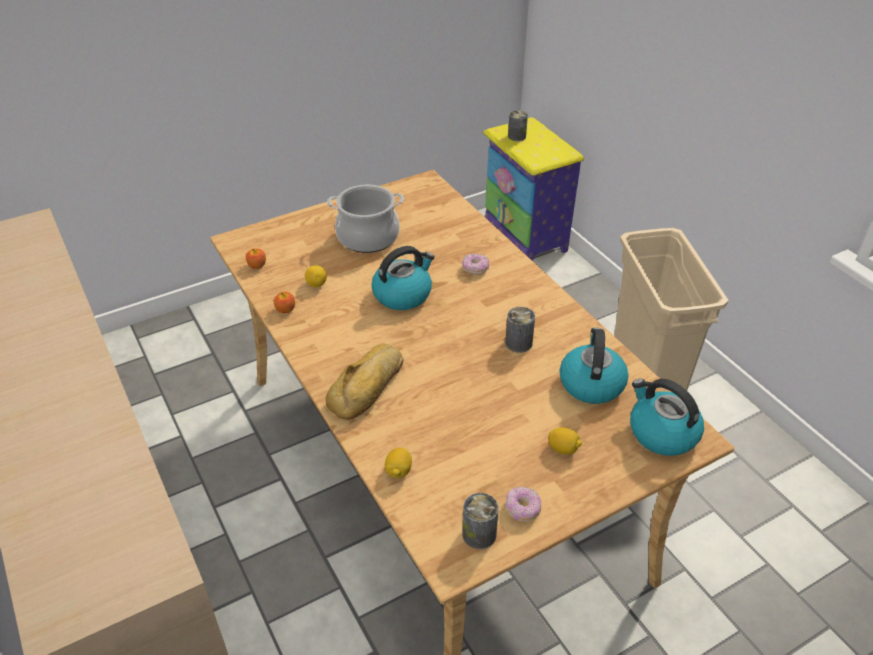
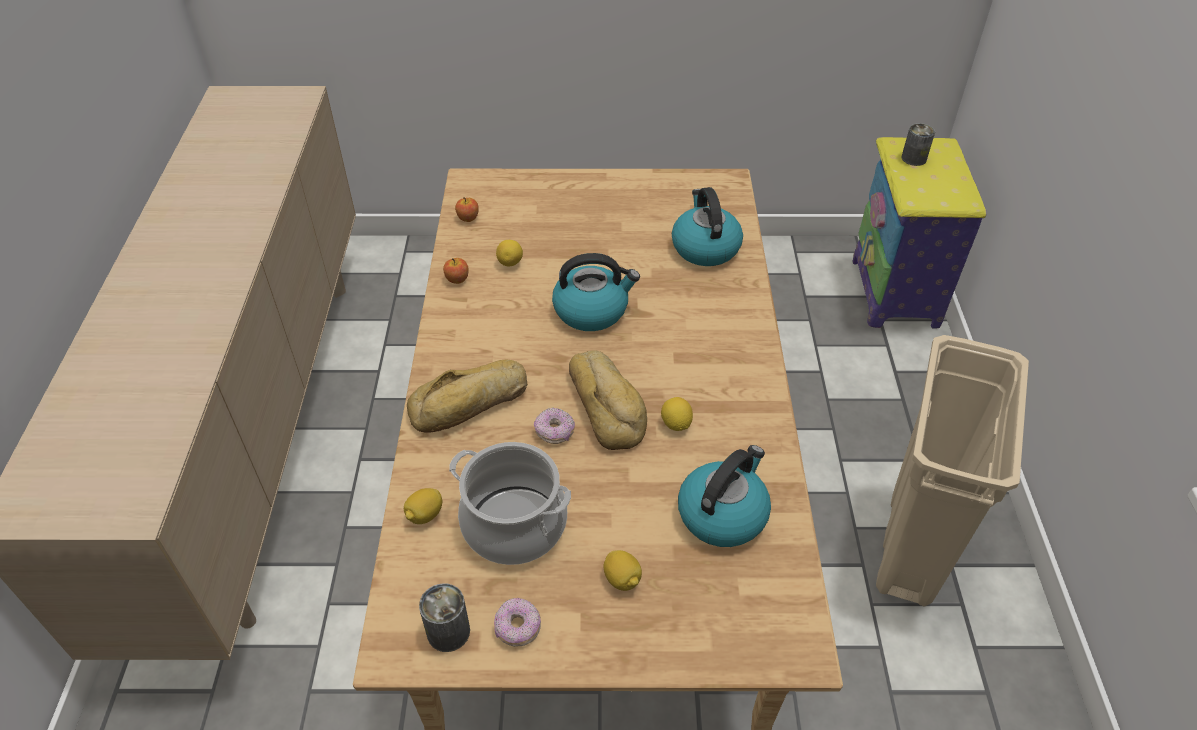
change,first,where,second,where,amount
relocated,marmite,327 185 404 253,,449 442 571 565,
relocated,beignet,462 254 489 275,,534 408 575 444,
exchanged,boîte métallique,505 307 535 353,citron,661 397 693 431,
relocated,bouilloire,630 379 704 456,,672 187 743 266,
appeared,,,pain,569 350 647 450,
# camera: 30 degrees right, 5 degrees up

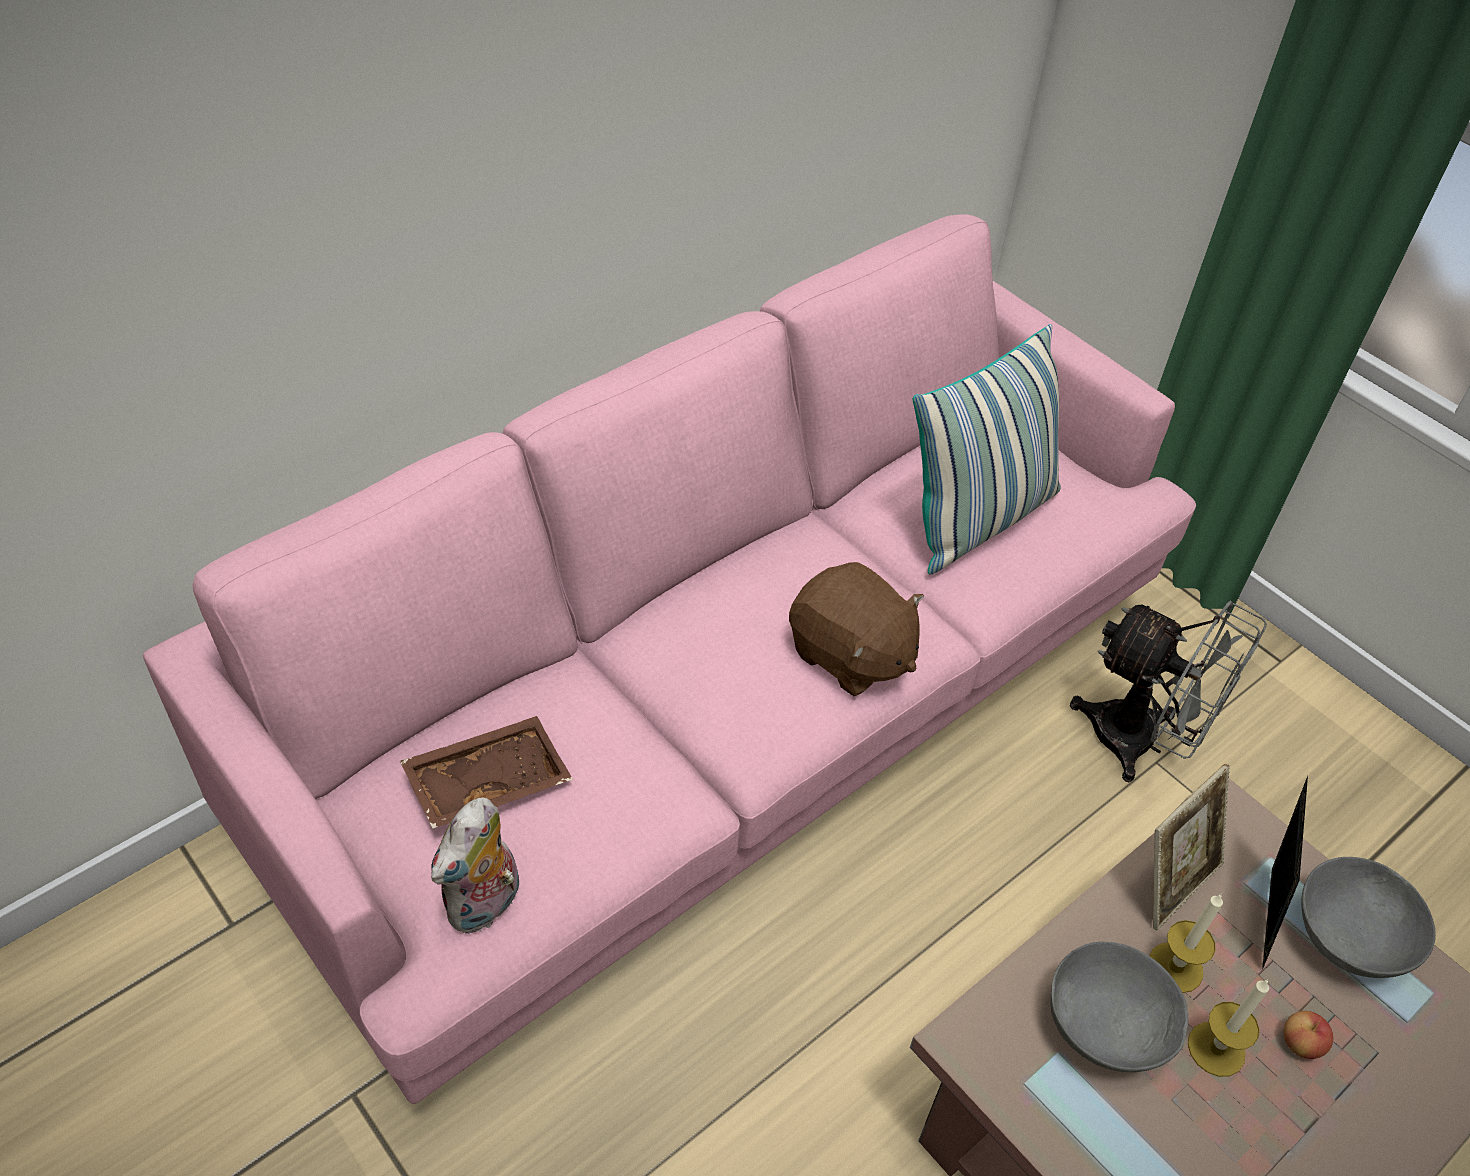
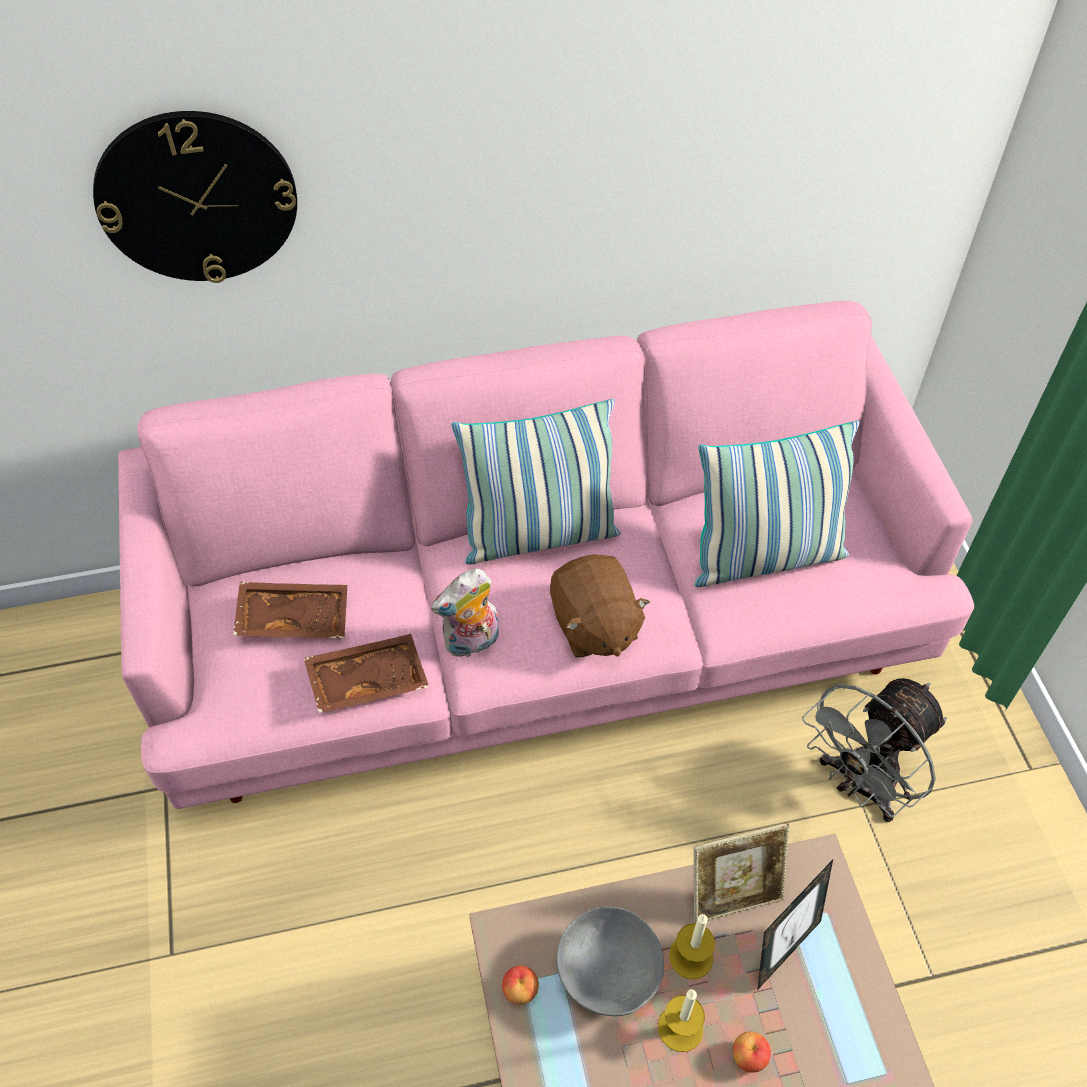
change,first,where,second,where,amount
spun,ventilateur (gris),1070 601 1267 782,,802 678 947 822,75 degrees clockwise
relocated,peluche,431 798 519 934,,431 569 499 659,
missing,bol (gris),1301 857 1436 978,,,
appeared,,,horloge murale,93 111 297 283,
appeared,,,coussin,451 399 621 564,
appeared,,,plateau (marron),304 634 429 713,
appeared,,,pomme,502 966 539 1005,
# camera: 30 degrees right, 5 degrees up

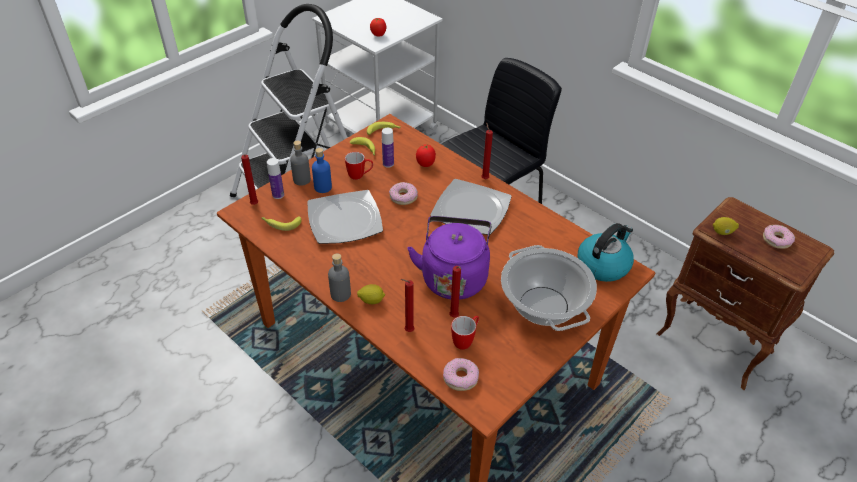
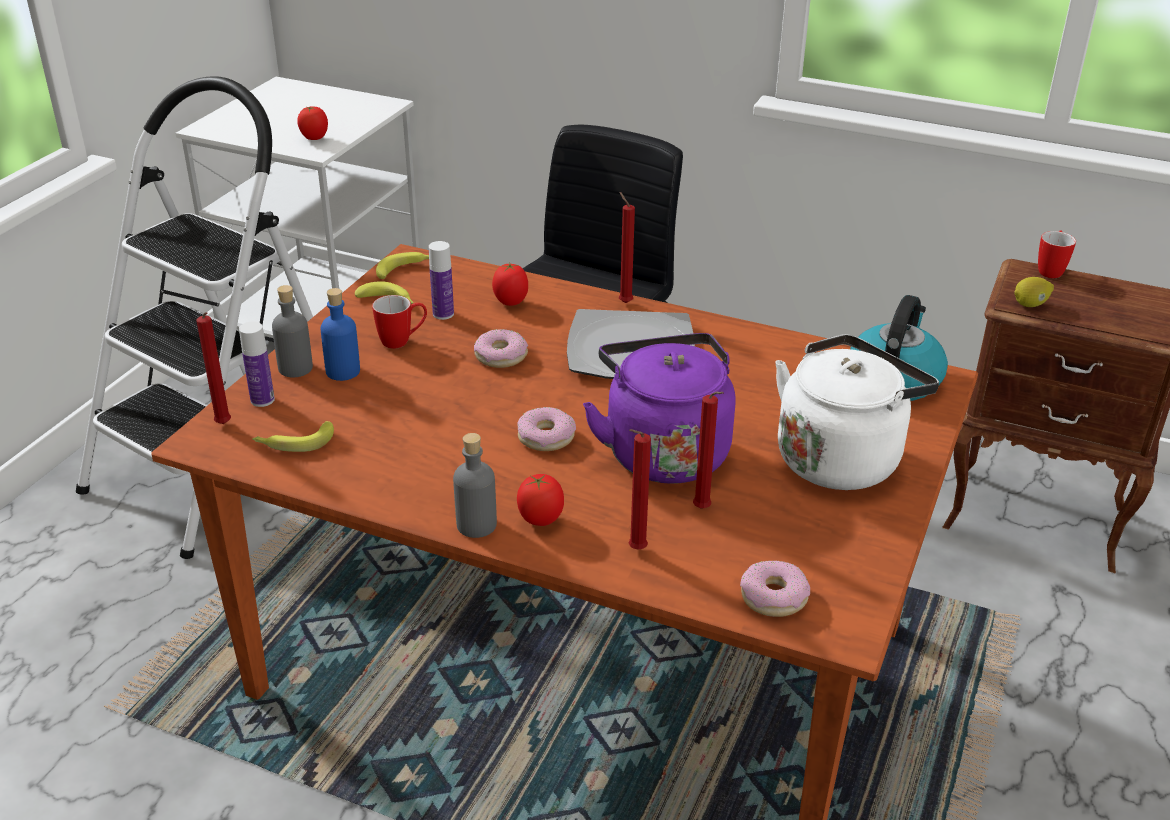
change,first,where,second,where,amount
missing,assiette,307 190 383 244,,,
relocated,beignet,763 225 795 249,,518 407 576 451,
exchanged,marmite,501 245 597 331,bouilloire (blanc),775 334 939 490,
exchanged,citron,357 284 385 304,tomate,517 474 564 526,
relocated,mug,451 316 479 350,,1038 231 1076 278,
# camera: 20 degrees left, 10 degrees down

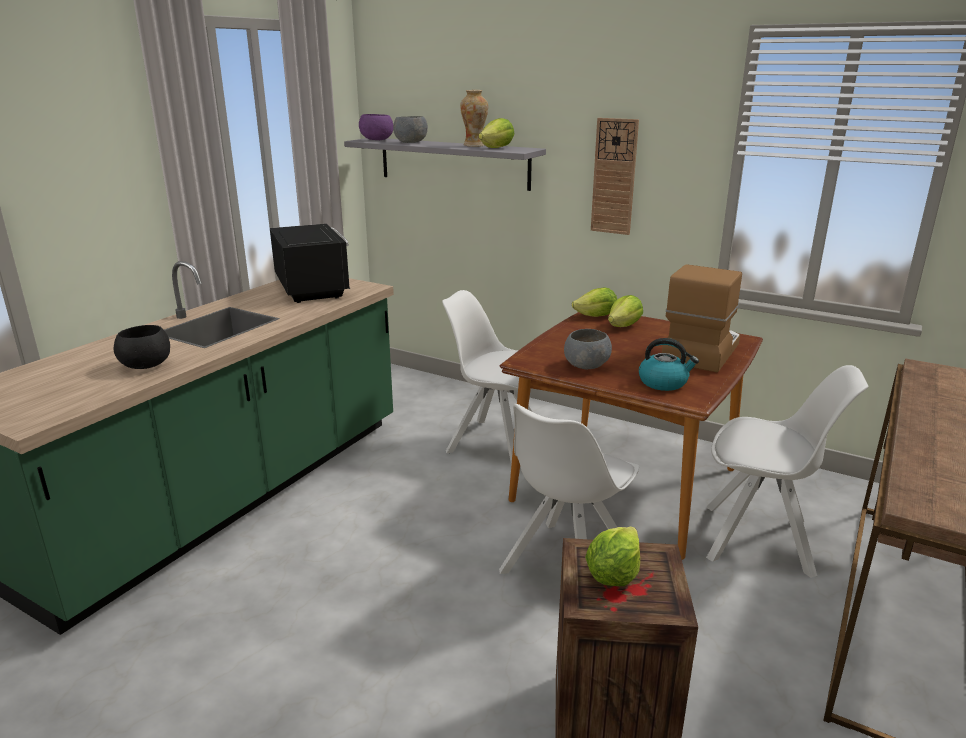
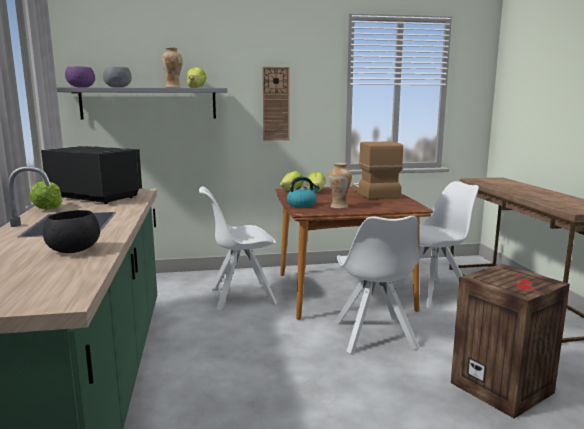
change,first,where,second,where,amount
exchanged,bol (gris),564 329 612 369,vase,328 163 352 209,
relocated,bouilloire,639 338 699 391,,287 177 320 208,
relocated,laitue,585 527 640 586,,29 181 62 209,
# camera: 40 degrees left, 10 degrees down

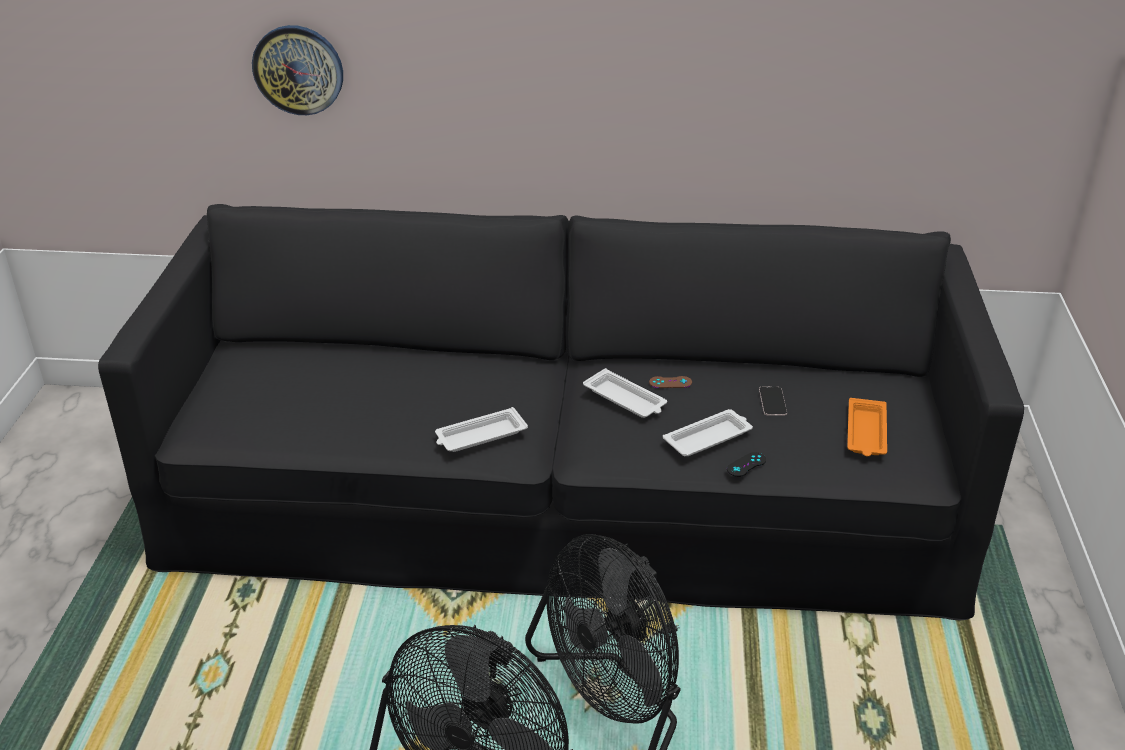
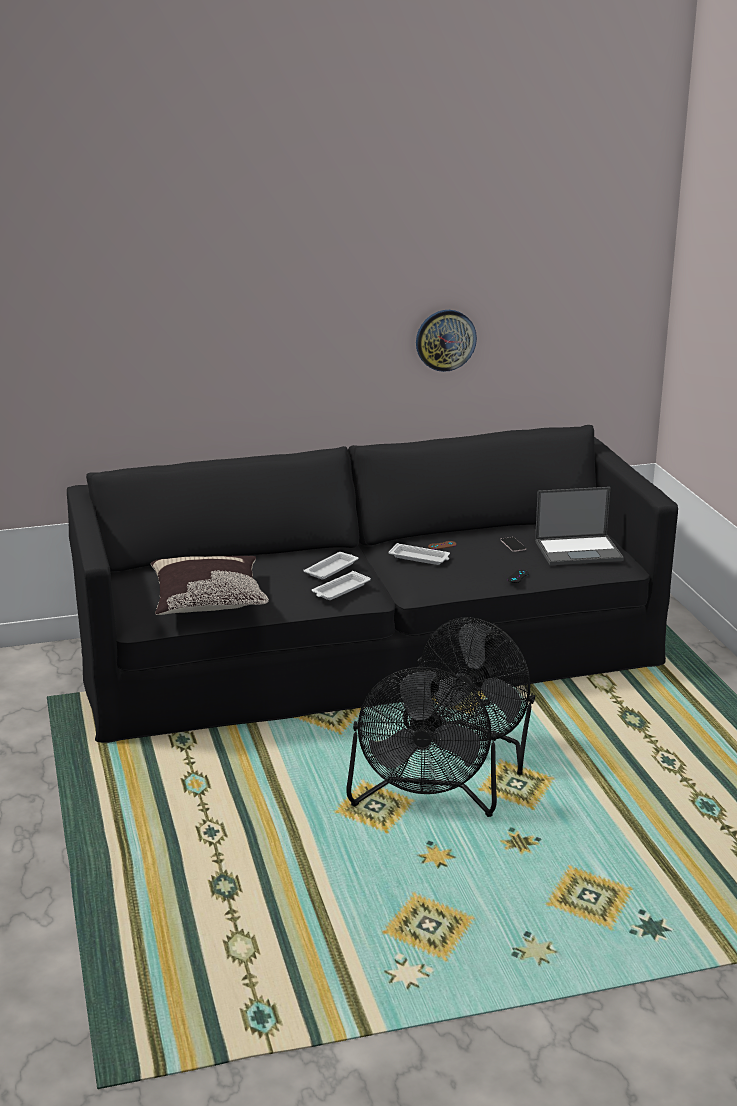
change,first,where,second,where,amount
relocated,horloge murale,252 25 343 115,,416 310 477 372,
exchanged,plateau (orange),847 398 887 456,ordinateur portable,535 487 624 565,
relocated,plateau (blanc),663 409 753 456,,304 552 358 579,
appeared,,,coussin,151 556 269 615,
# camera: 20 degrees left, 10 degrees down

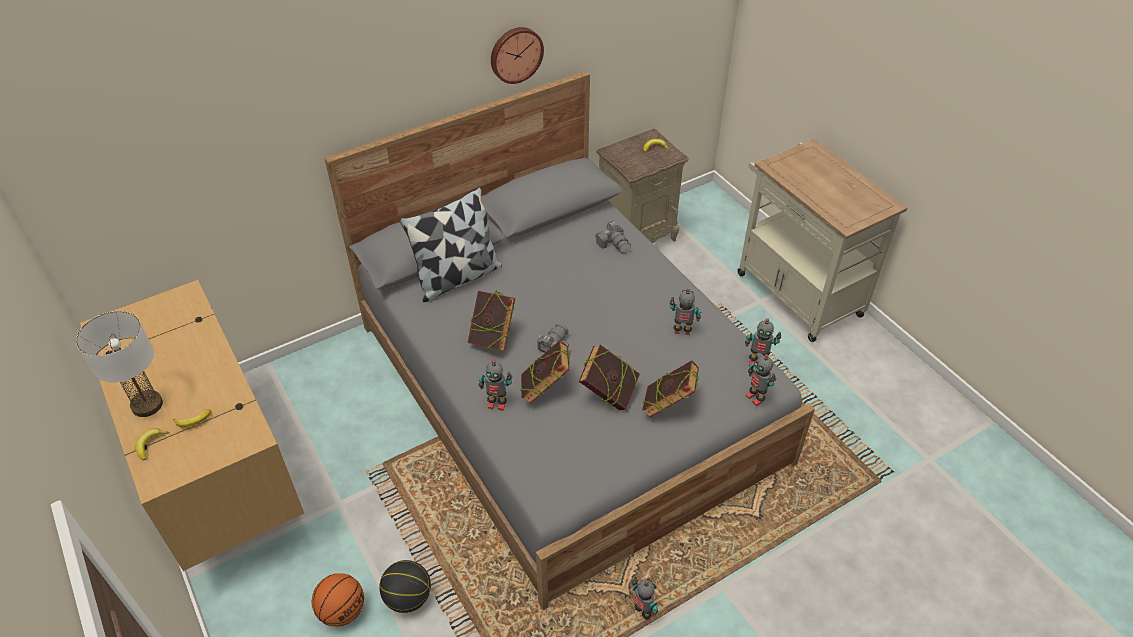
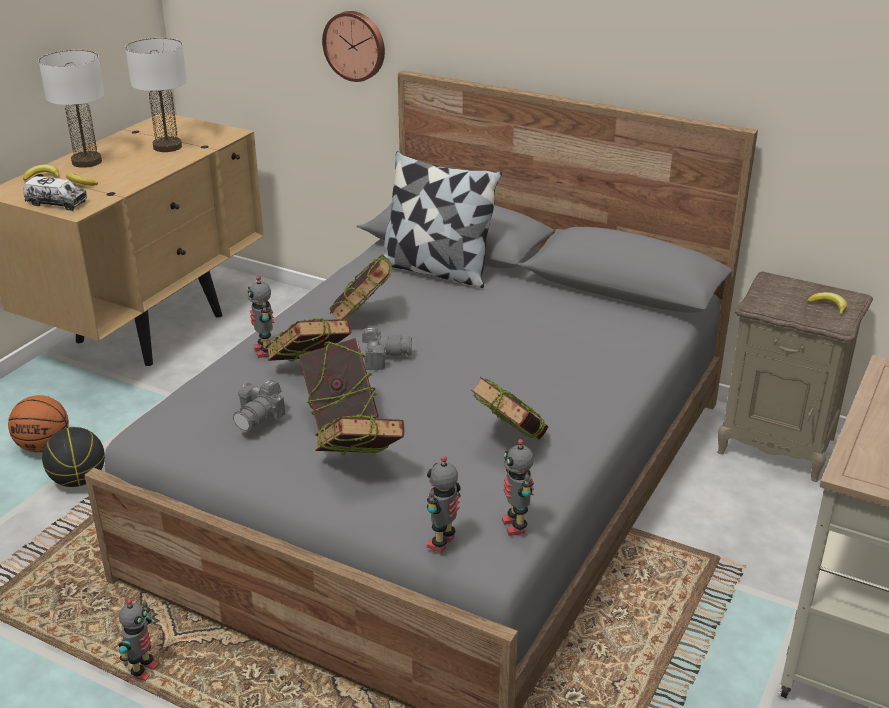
change,first,where,second,where,amount
relocated,horloge murale,491 27 544 84,,322 11 385 82,
relocated,appareil photo,595 221 631 253,,233 380 285 431,
exchanged,robot jouet,669 288 701 335,livre,471 377 548 440,
appeared,,,lampe de table,125 38 187 152,
appeared,,,camion jouet,23 176 87 211,
# camera: 60 degrees right, 15 degrees down

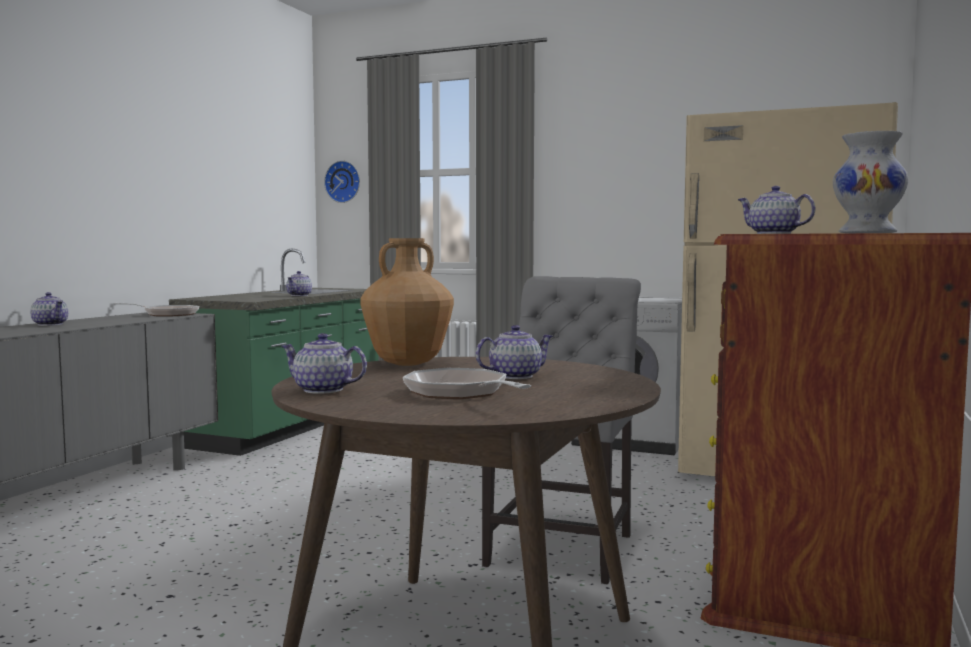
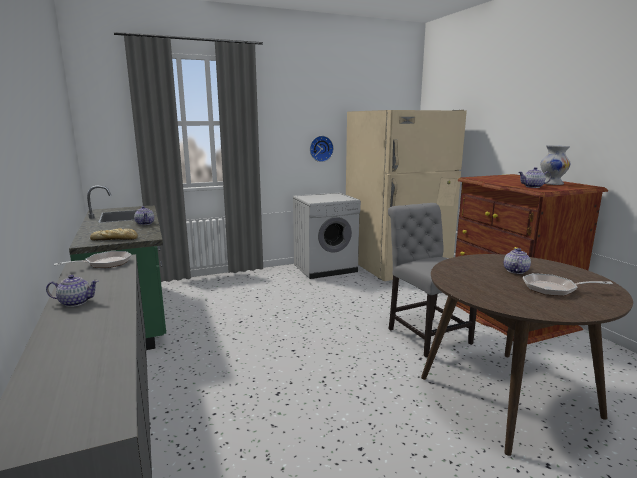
change,first,where,second,where,amount
relocated,horloge murale,324 161 360 203,,310 136 334 162,
missing,vase (marron),360 238 454 366,,,
missing,théière,281 333 367 394,,,
appeared,,,pain,90 229 138 241,
# camera: 45 degrees left, 10 degrees up

